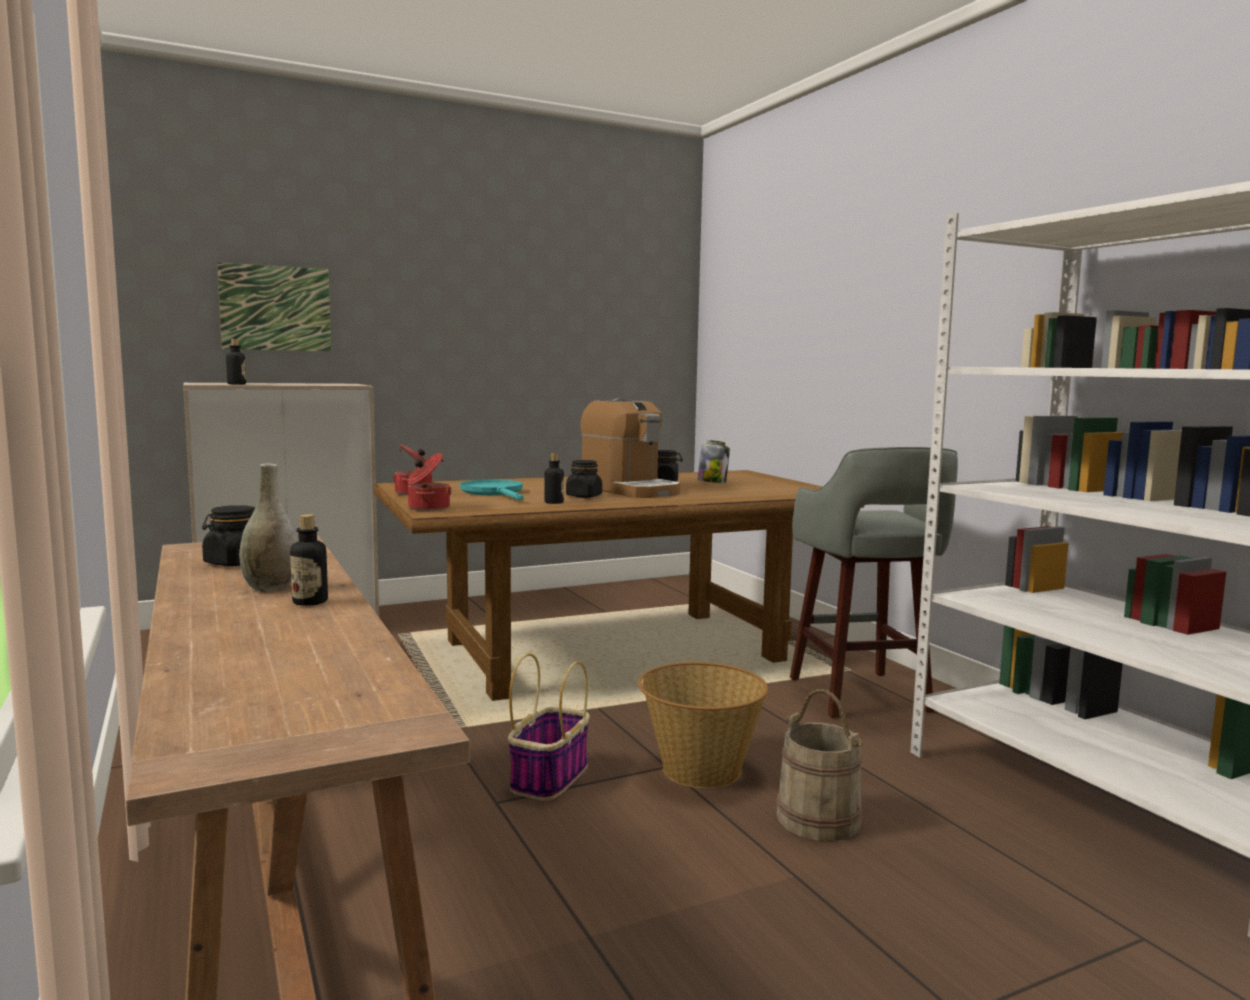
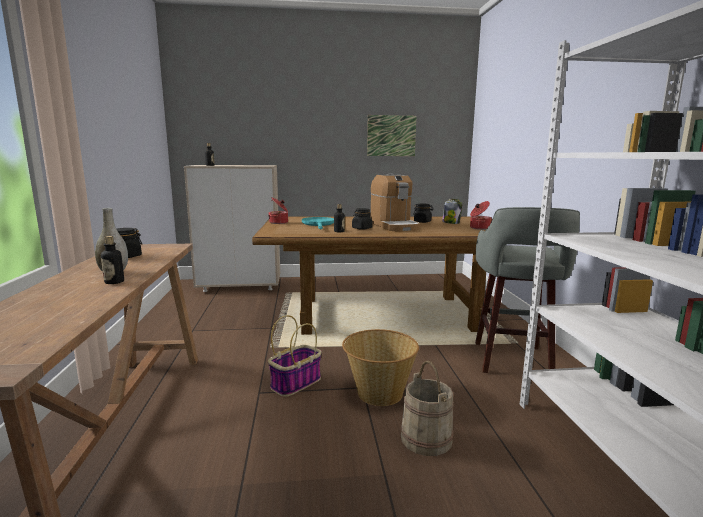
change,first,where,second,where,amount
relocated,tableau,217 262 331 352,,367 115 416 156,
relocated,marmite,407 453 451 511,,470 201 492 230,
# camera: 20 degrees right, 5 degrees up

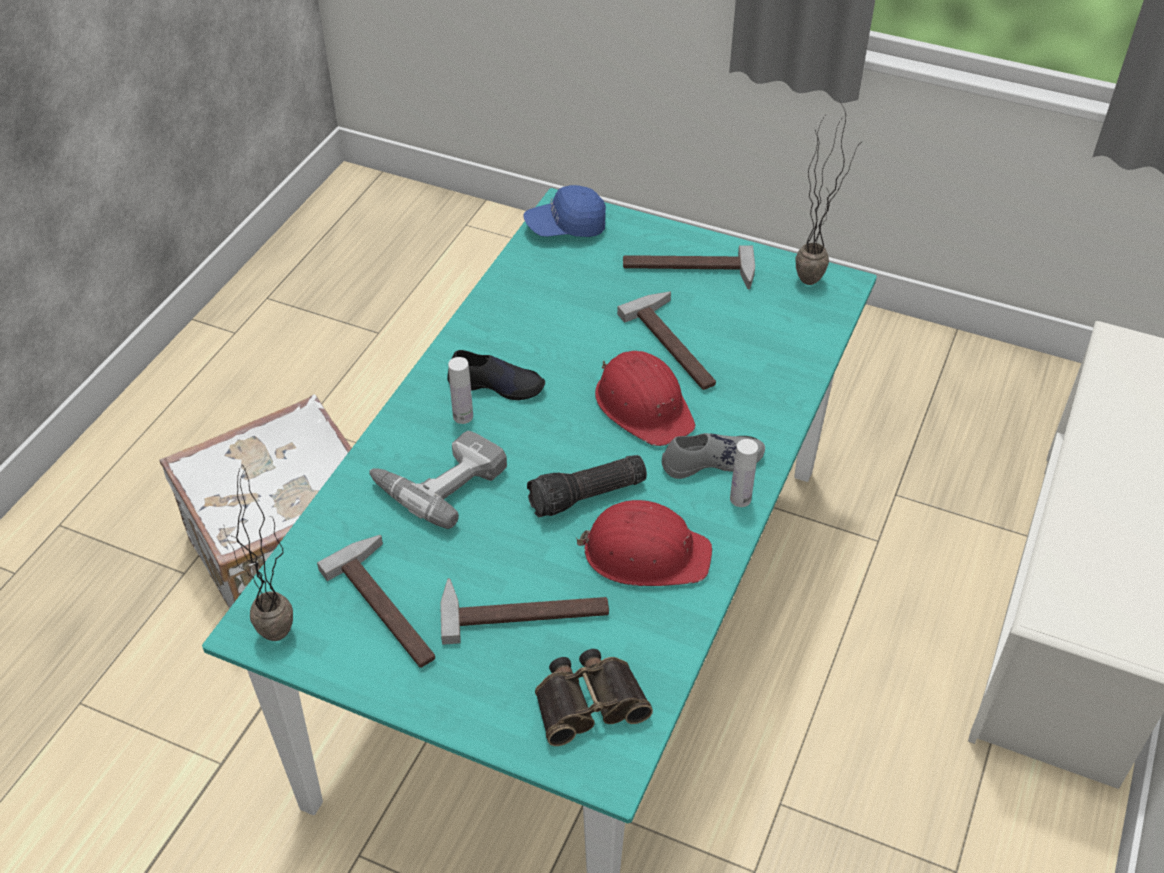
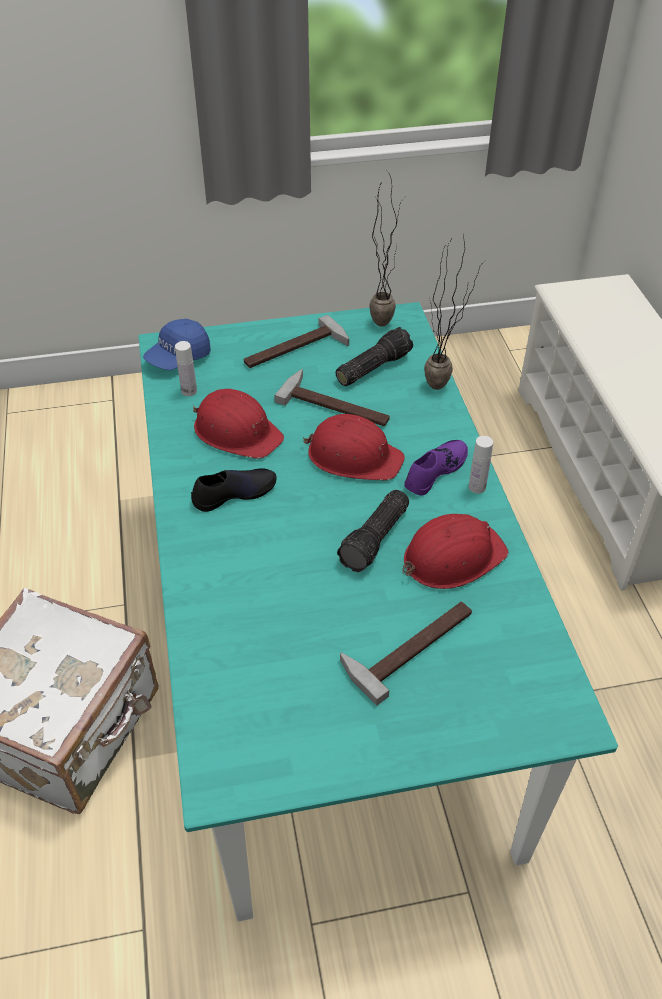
change,first,where,second,where,amount
relocated,bouteille (blanc),448 357 473 424,,175 341 197 396,
missing,perceuse,369 431 507 529,,,
colour,chaussure (gris),662 433 765 479,chaussure (violet),404 440 468 496,
relocated,plante en pot,224 464 293 641,,424 235 486 390,
missing,marteau,317 535 435 668,,,
missing,jumelles,535 649 653 746,,,
appeared,,,lampe de poche,335 327 413 386,
appeared,,,casque de chantier (rouge),193 389 284 459,
# camera: 35 degrees left, 0 degrees up

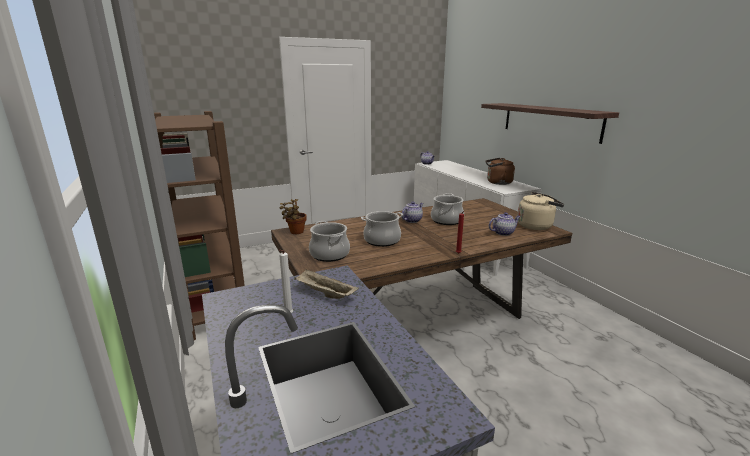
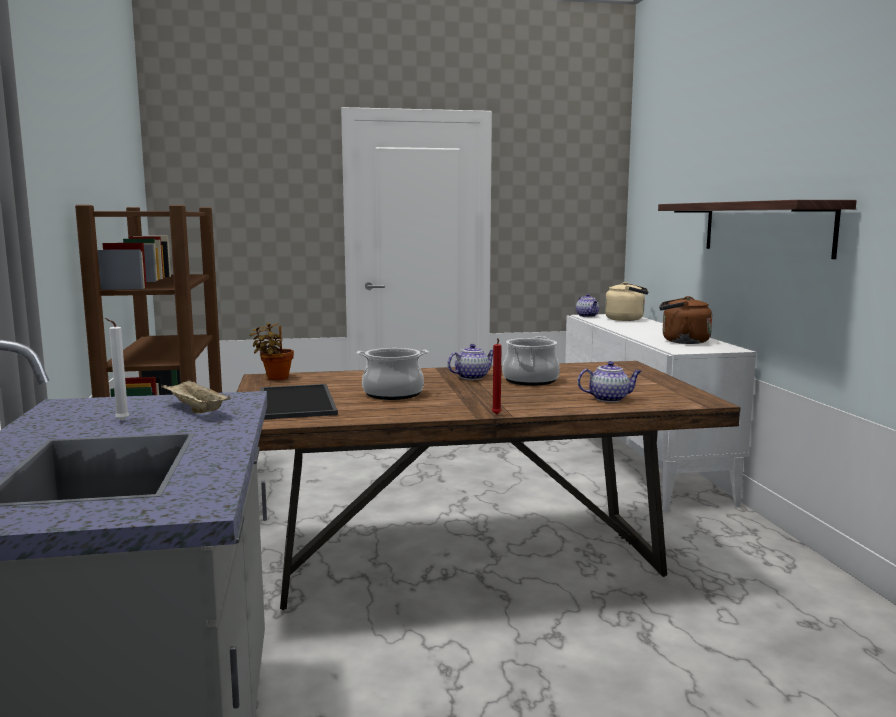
change,first,where,second,where,amount
relocated,bouilloire (beige),518 192 564 230,,605 282 649 321,
exchanged,marmite,309 221 350 262,plateau,260 384 338 420,
# camera: 15 degrees right, 10 degrees down

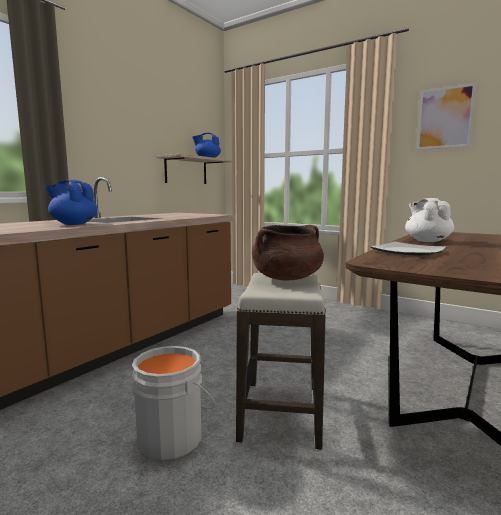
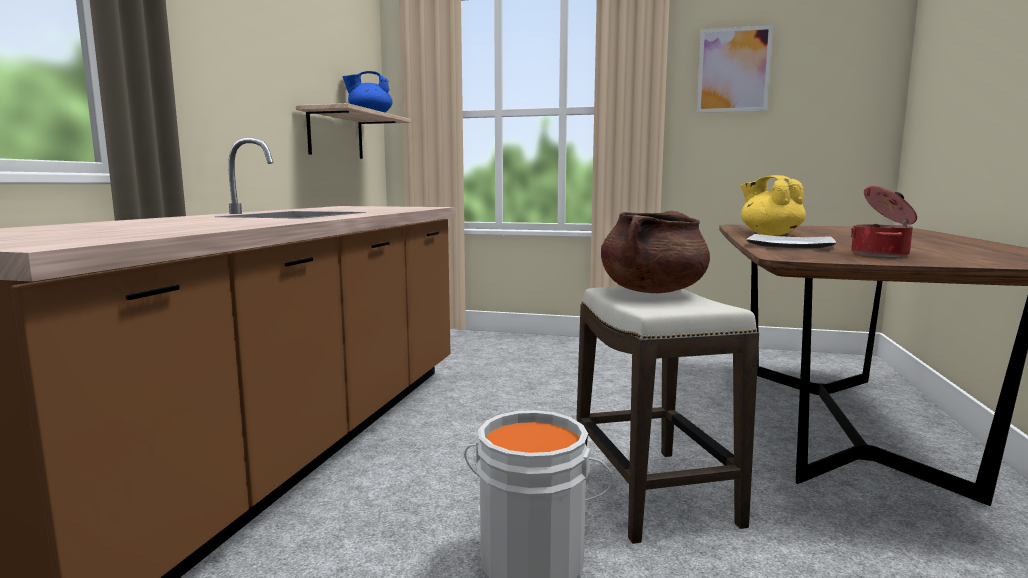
change,first,where,second,where,amount
missing,théière (bleu),45 180 98 225,,,
colour,théière (blanc),405 198 454 242,théière (jaune),740 175 806 235,
appeared,,,marmite,850 186 917 257,
# camera: 20 degrees left, 0 degrees up

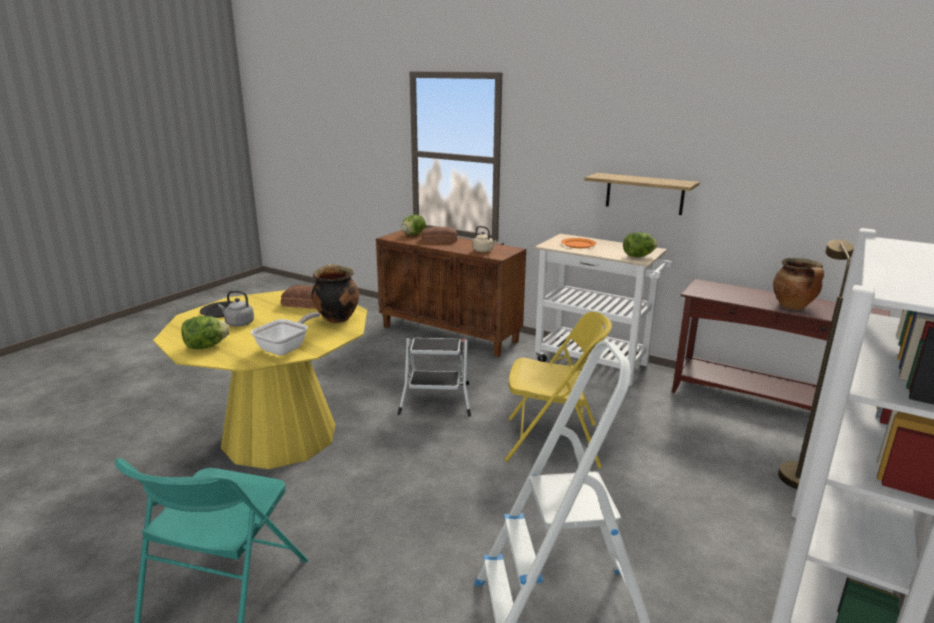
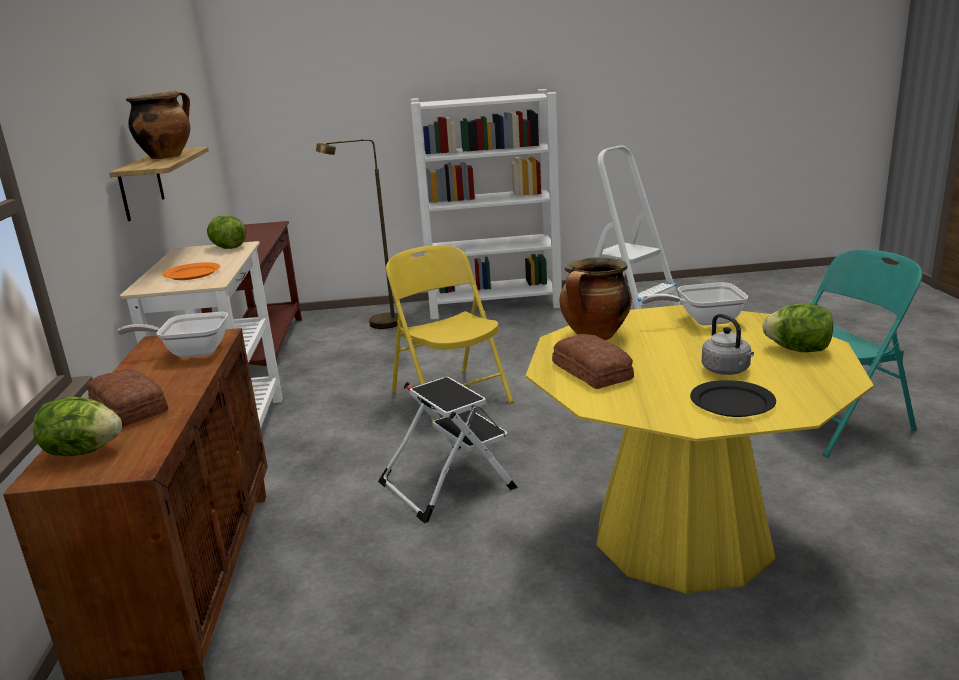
change,first,where,second,where,amount
exchanged,bouilloire (beige),473 226 497 252,poêle,117 312 228 358,
relocated,marmite,773 258 824 310,,126 91 190 159,
# camera: 125 degrees left, 0 degrees up

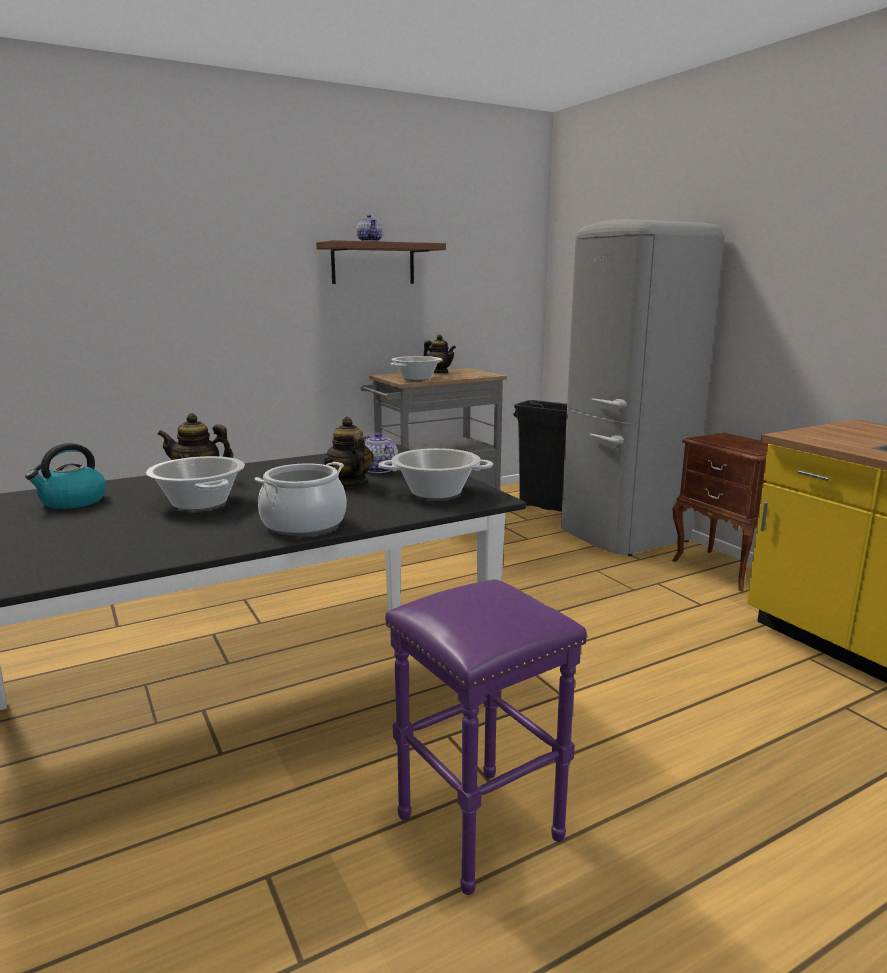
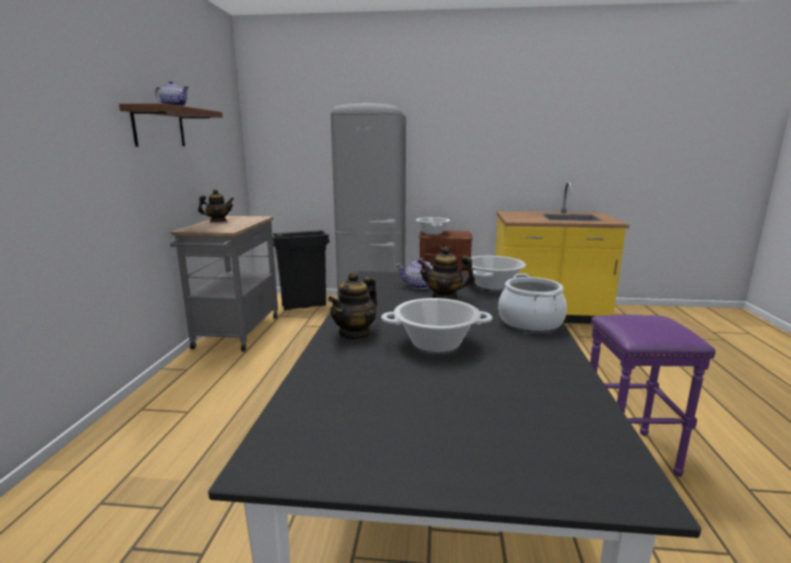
change,first,where,second,where,amount
relocated,marmite,390 356 442 381,,416 217 450 235,
missing,bouilloire,25 443 106 509,,,
# camera: 55 degrees left, 0 degrees up

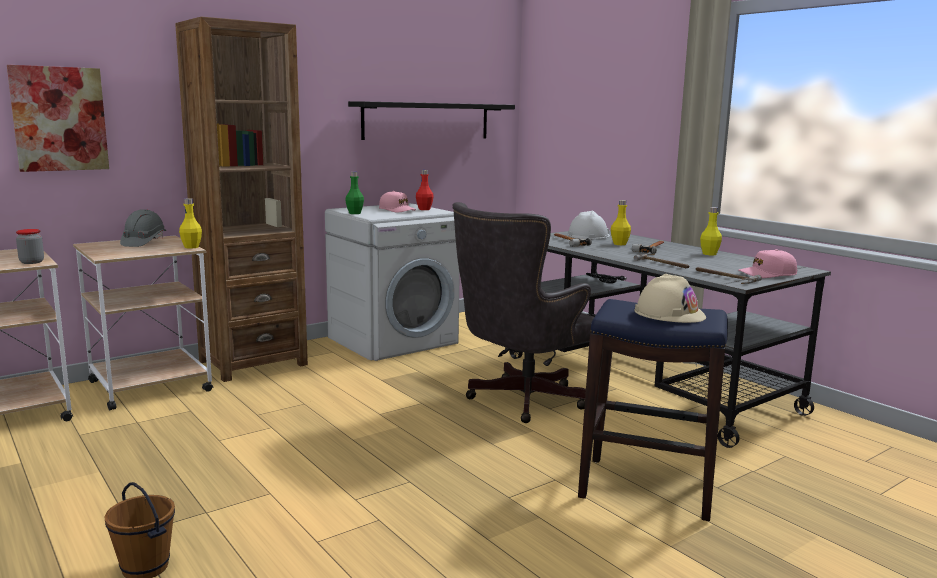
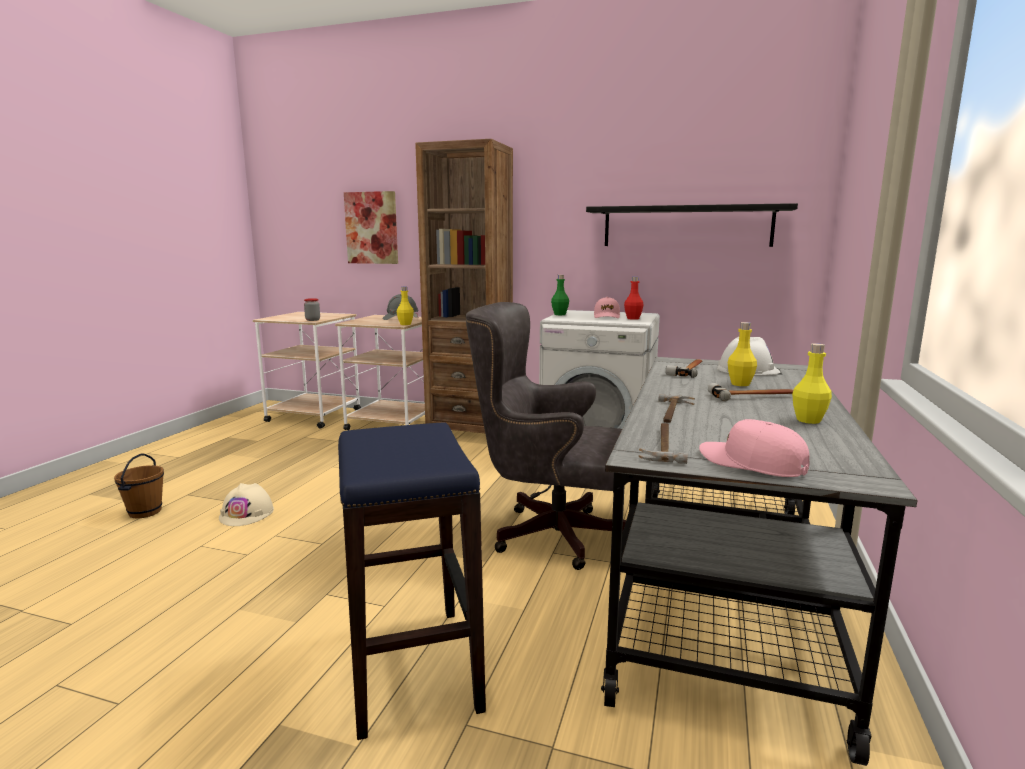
change,first,where,second,where,amount
relocated,casque de chantier (beige),634 274 706 323,,219 483 274 526,
# camera: 55 degrees right, 0 degrees up

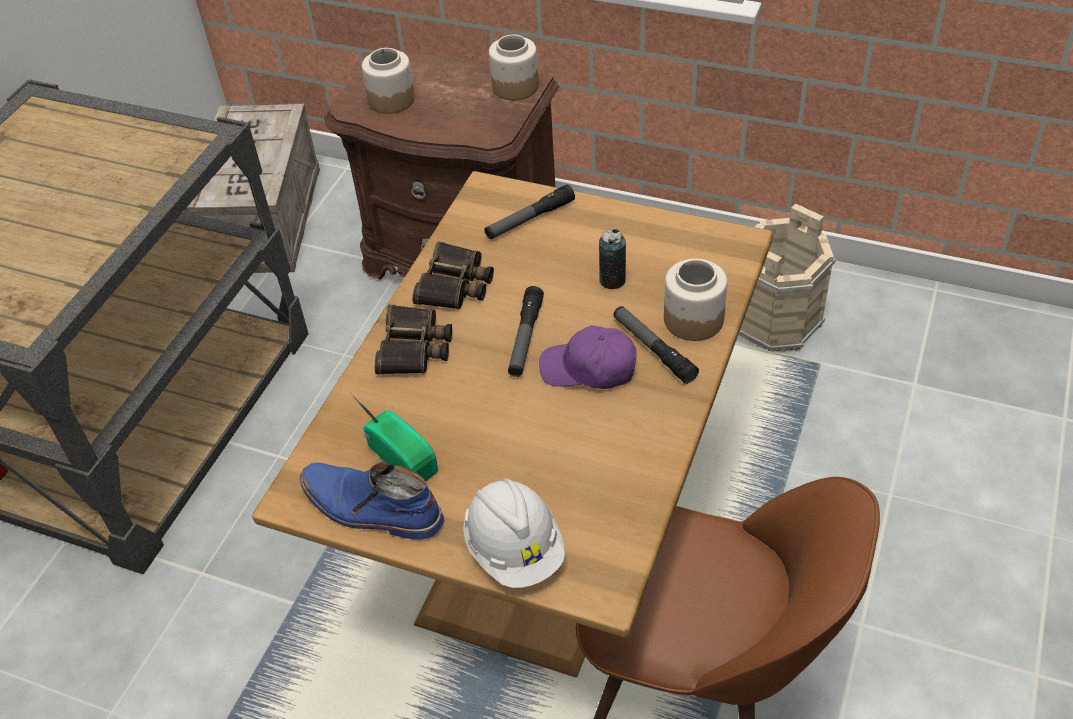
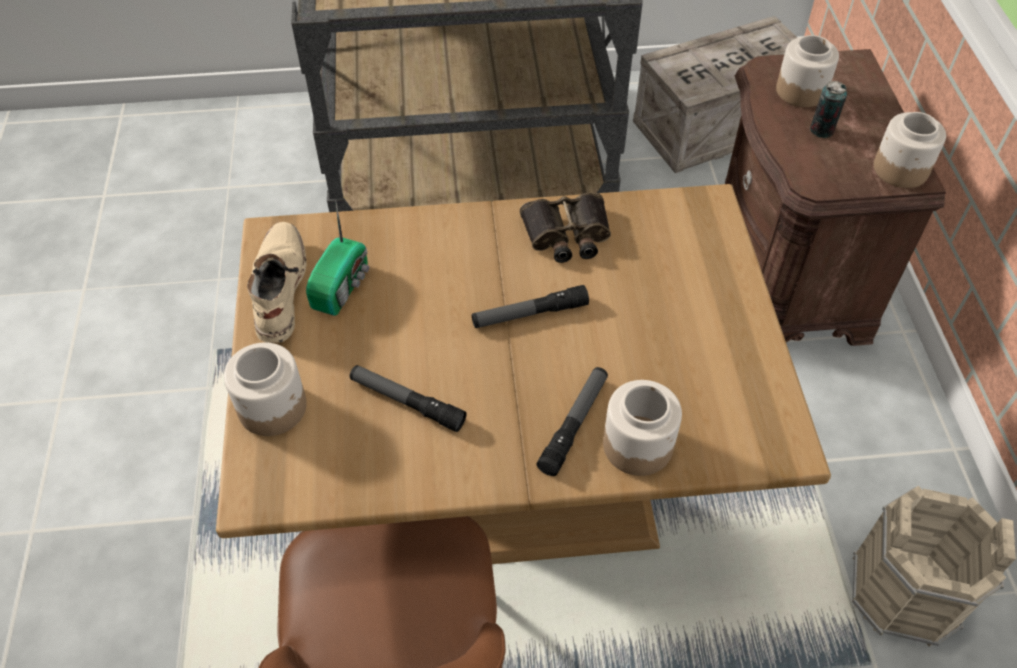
change,first,where,second,where,amount
relocated,lampe de poche,484 184 575 239,,350 365 467 432,
relocated,boîte métallique,599 229 626 289,,810 81 847 138,
missing,jumelles,374 305 452 375,,,
missing,casquette (violet),539 325 637 389,,,
colour,botte (bleu),300 461 444 540,botte (beige),247 222 306 343,
exchanged,casque de chantier (blanc),463 478 566 588,bocal,224 343 307 436,
# camera: 60 degrees right, 5 degrees up

